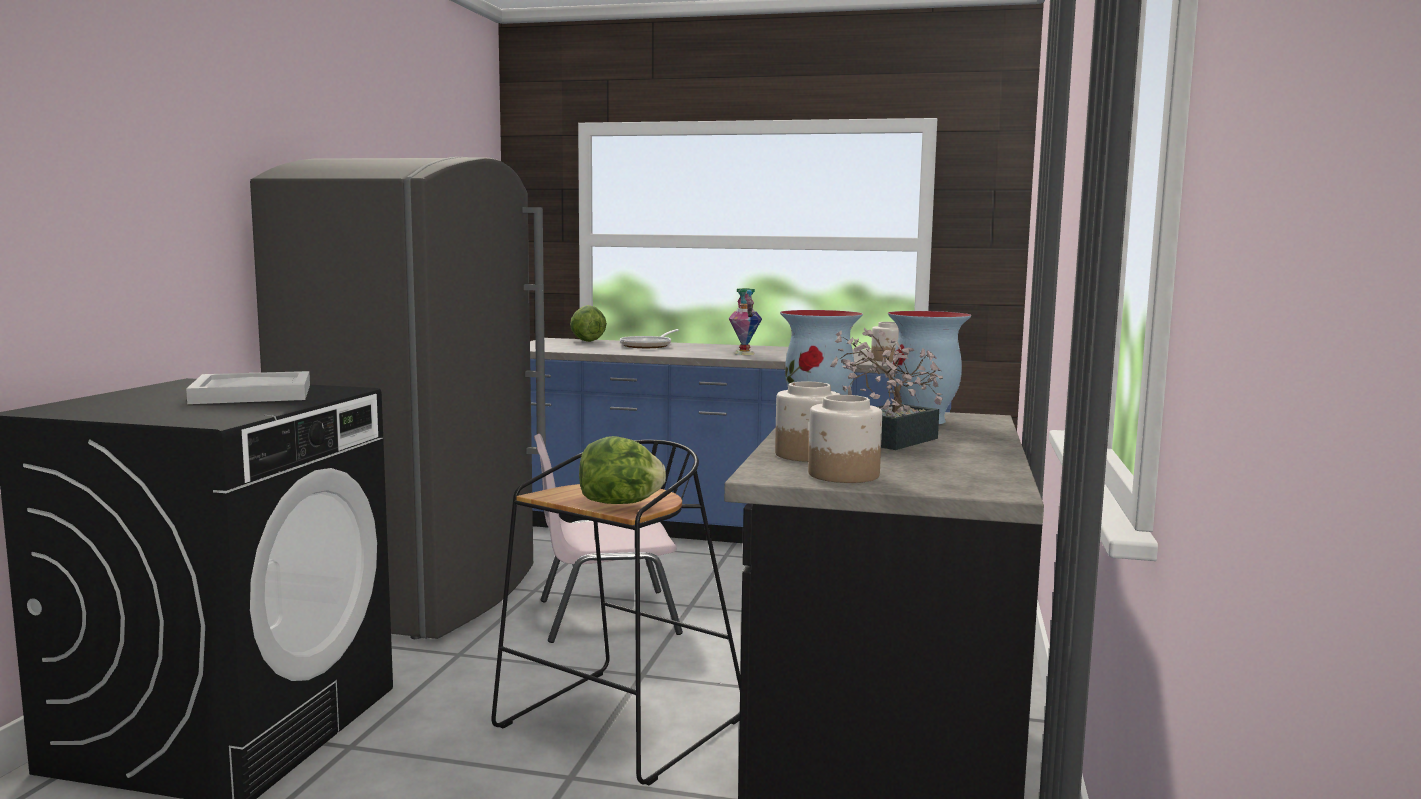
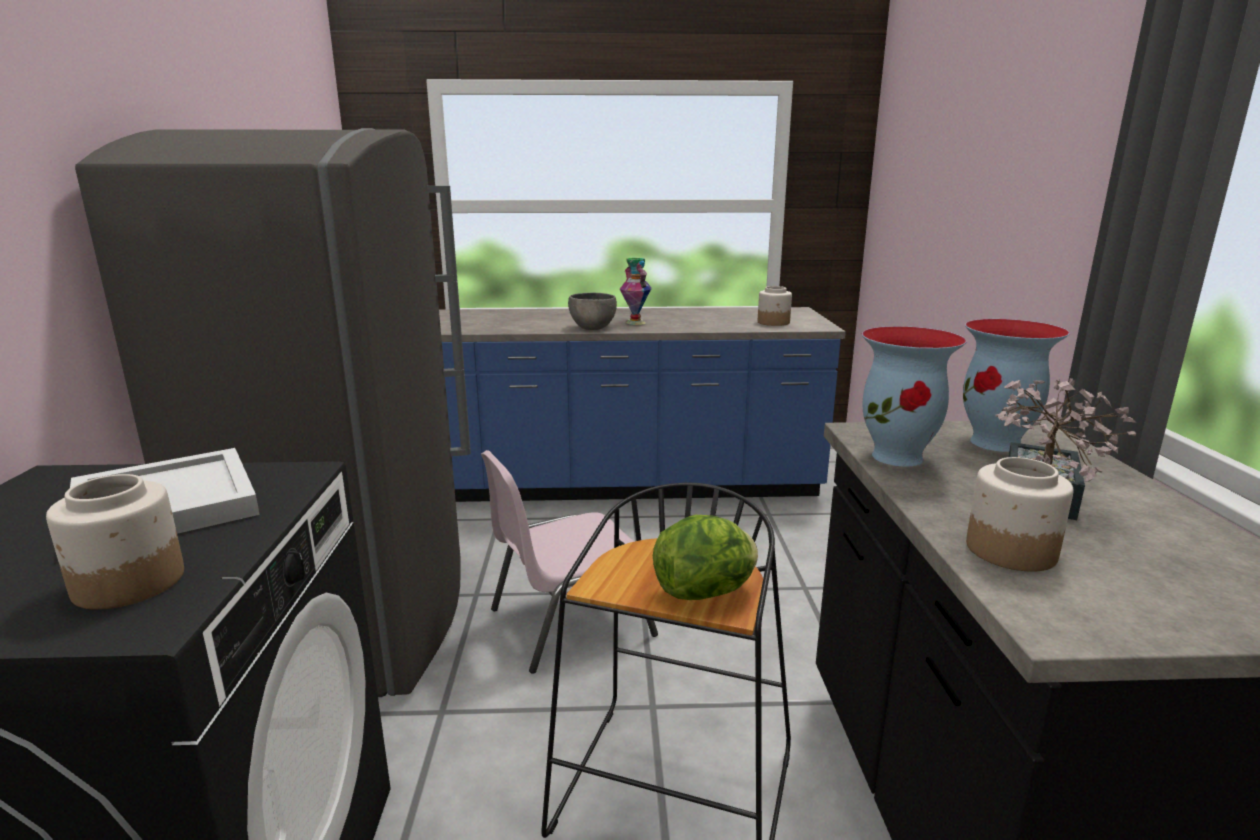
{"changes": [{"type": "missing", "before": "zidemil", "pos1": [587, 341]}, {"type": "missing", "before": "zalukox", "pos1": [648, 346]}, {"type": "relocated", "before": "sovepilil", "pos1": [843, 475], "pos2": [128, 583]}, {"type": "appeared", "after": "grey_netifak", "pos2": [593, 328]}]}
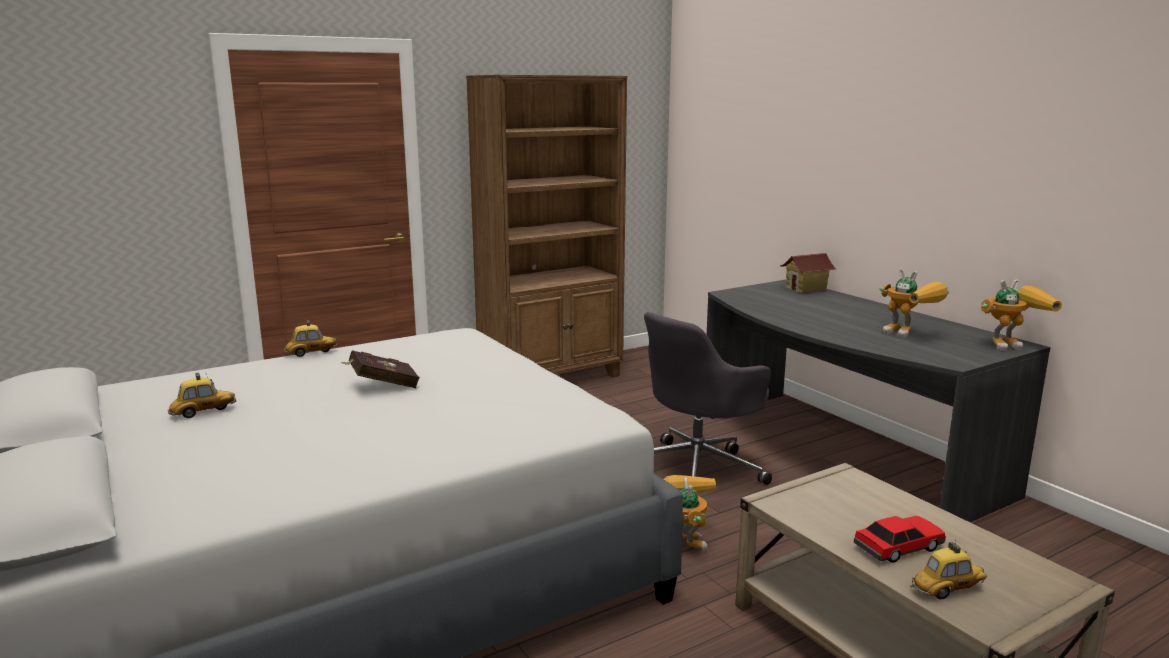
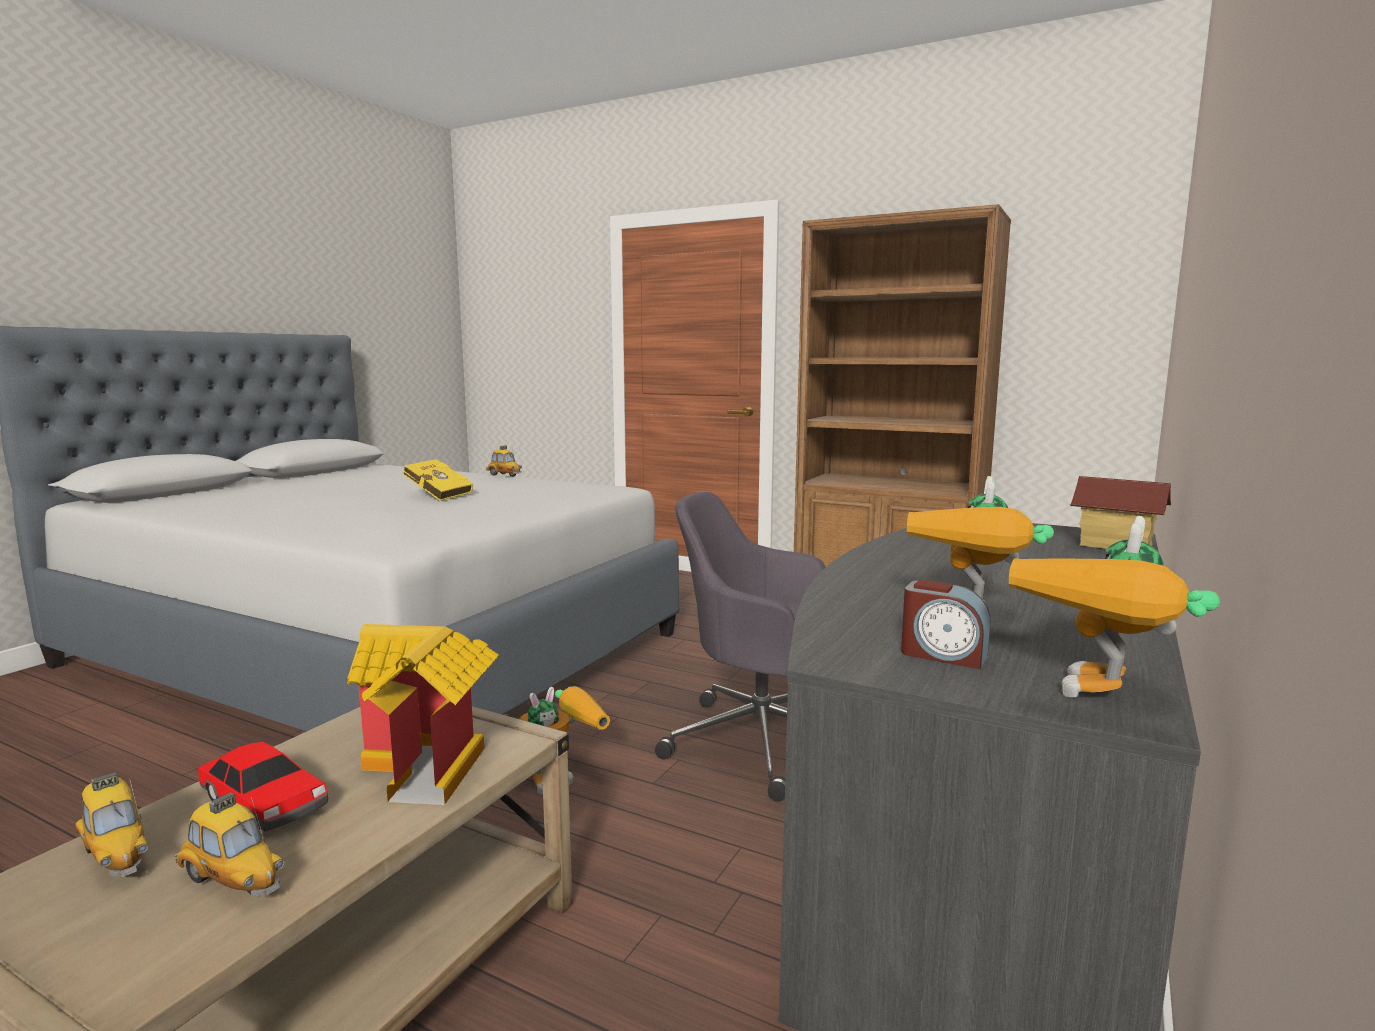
{"changes": [{"type": "spun", "before": "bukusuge", "pos1": [1012, 345], "pos2": [1104, 704], "turn": 75}, {"type": "colour", "before": "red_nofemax", "after": "yellow_nofemax", "pos1": [381, 386], "pos2": [438, 495]}, {"type": "relocated", "before": "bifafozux", "pos1": [203, 412], "pos2": [233, 880]}, {"type": "appeared", "after": "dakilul", "pos2": [943, 654]}, {"type": "appeared", "after": "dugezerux", "pos2": [433, 768]}]}
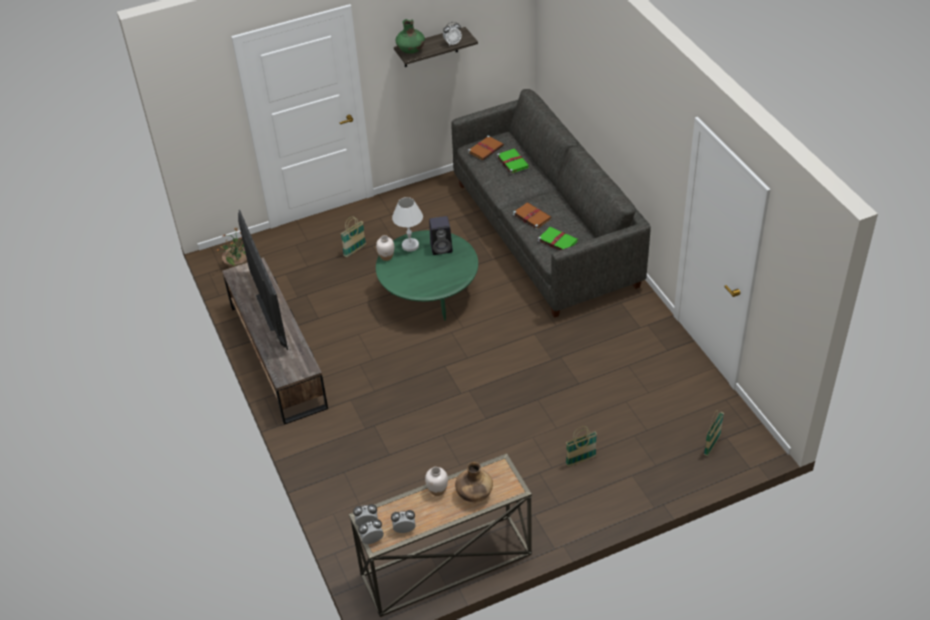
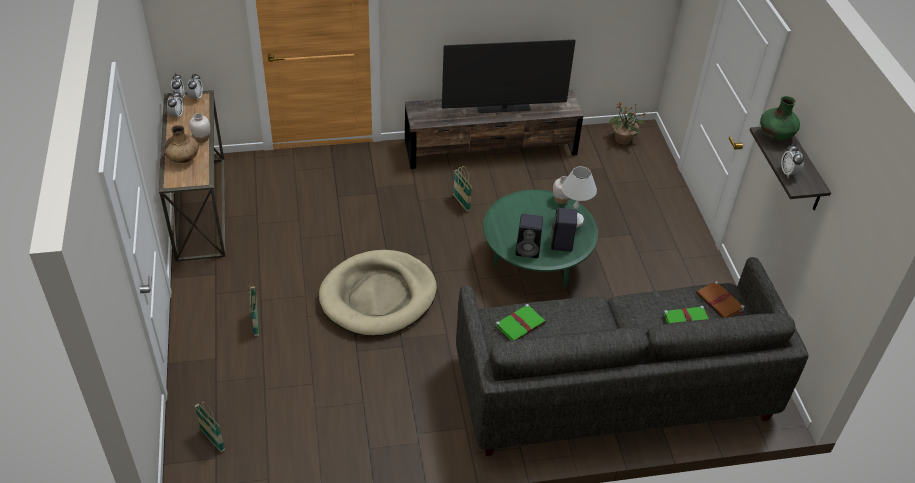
{"changes": [{"type": "missing", "before": "brown_nofemax", "pos1": [531, 216]}, {"type": "relocated", "before": "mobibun", "pos1": [355, 250], "pos2": [461, 203]}, {"type": "appeared", "after": "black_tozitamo", "pos2": [528, 249]}, {"type": "appeared", "after": "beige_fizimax", "pos2": [378, 296]}]}
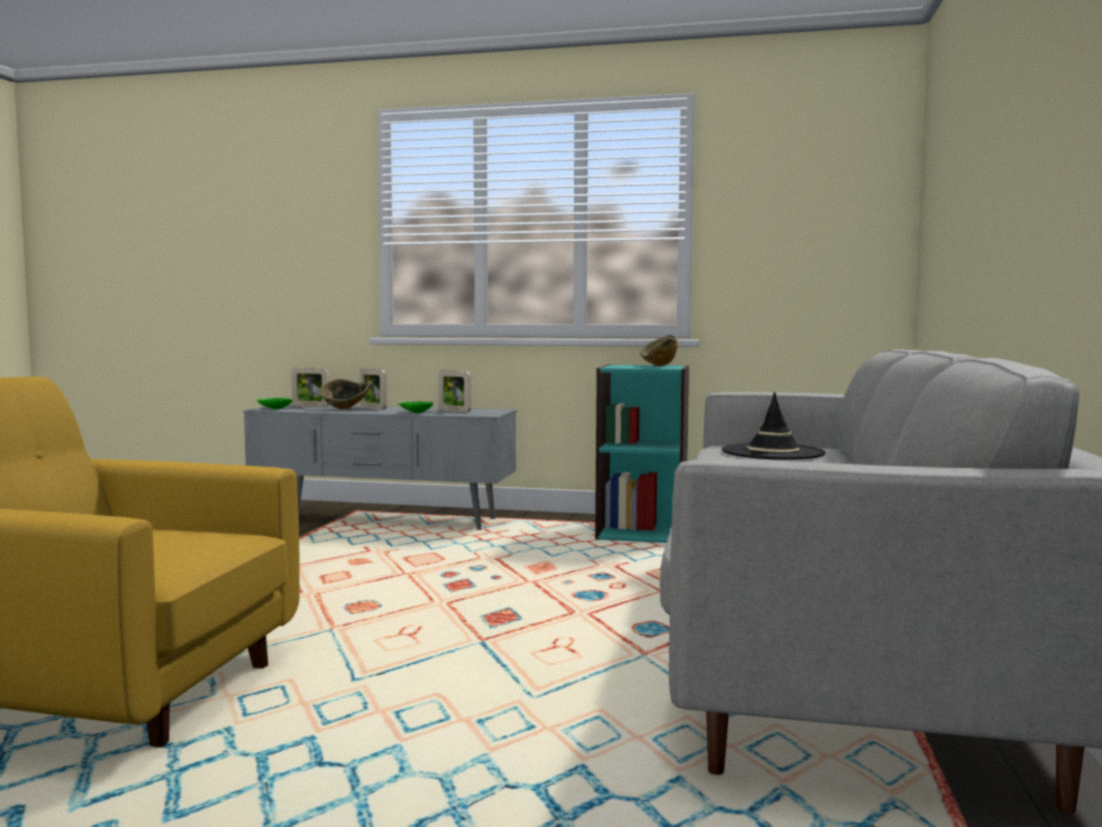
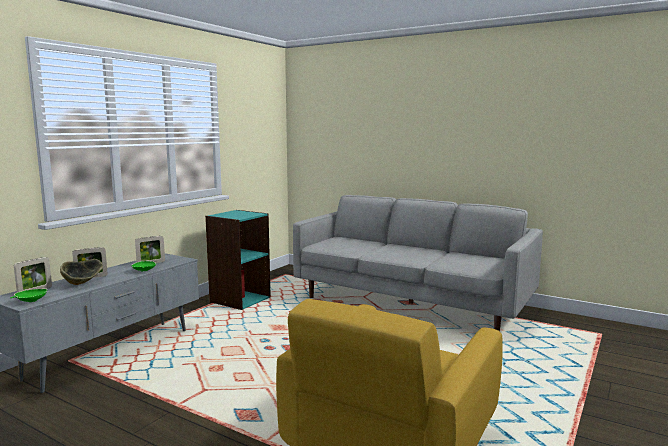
{"changes": [{"type": "missing", "before": "netifak", "pos1": [659, 366]}, {"type": "missing", "before": "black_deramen", "pos1": [773, 453]}]}
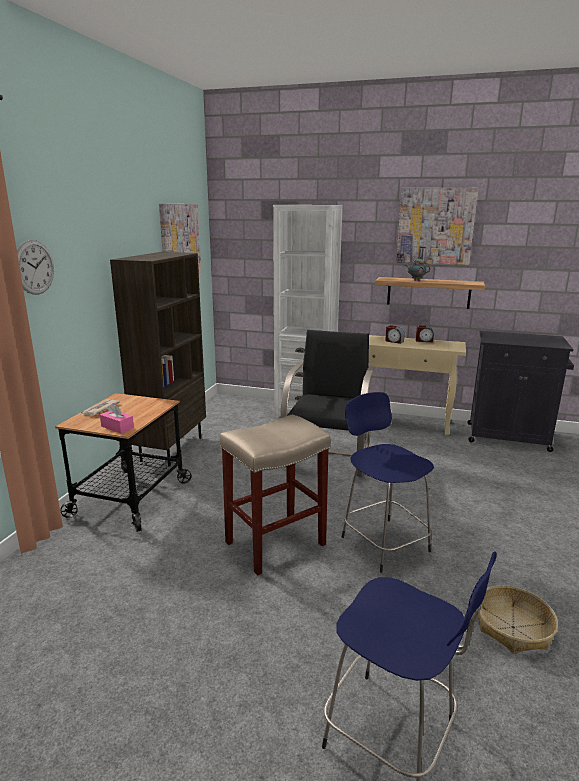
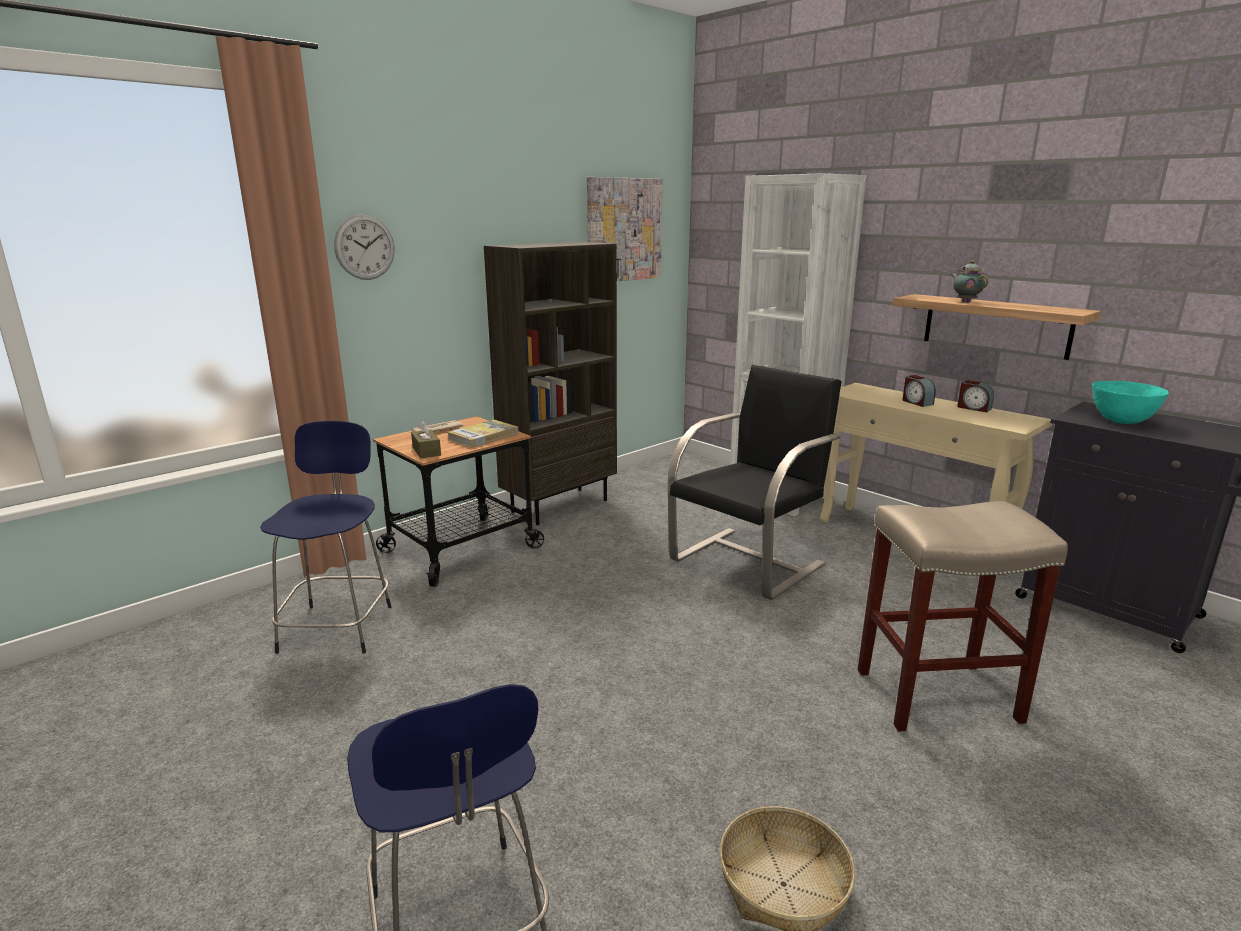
{"changes": [{"type": "missing", "before": "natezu", "pos1": [435, 226]}, {"type": "relocated", "before": "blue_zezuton", "pos1": [383, 542], "pos2": [338, 626]}, {"type": "colour", "before": "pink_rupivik", "after": "brown_rupivik", "pos1": [117, 427], "pos2": [426, 451]}, {"type": "relocated", "before": "beige_zezuton", "pos1": [276, 542], "pos2": [938, 695]}, {"type": "appeared", "after": "turquoise_netifak", "pos2": [1122, 421]}, {"type": "appeared", "after": "nofemax", "pos2": [483, 437]}]}
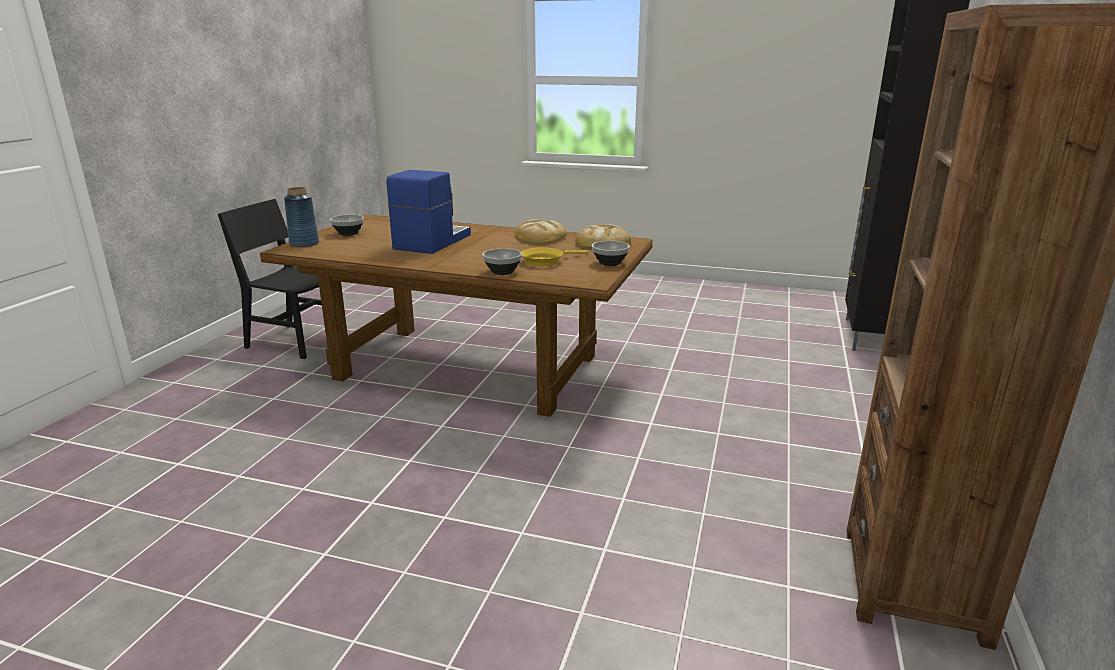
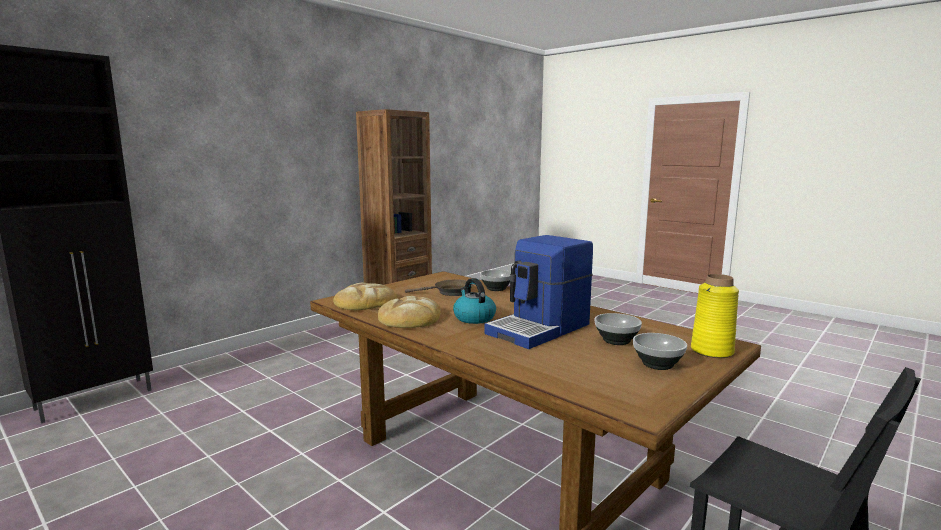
{"changes": [{"type": "colour", "before": "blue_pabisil", "after": "yellow_pabisil", "pos1": [304, 244], "pos2": [712, 351]}, {"type": "relocated", "before": "netifak", "pos1": [609, 263], "pos2": [617, 341]}, {"type": "colour", "before": "yellow_zalukox", "after": "brown_zalukox", "pos1": [545, 261], "pos2": [450, 292]}, {"type": "appeared", "after": "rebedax", "pos2": [473, 318]}]}
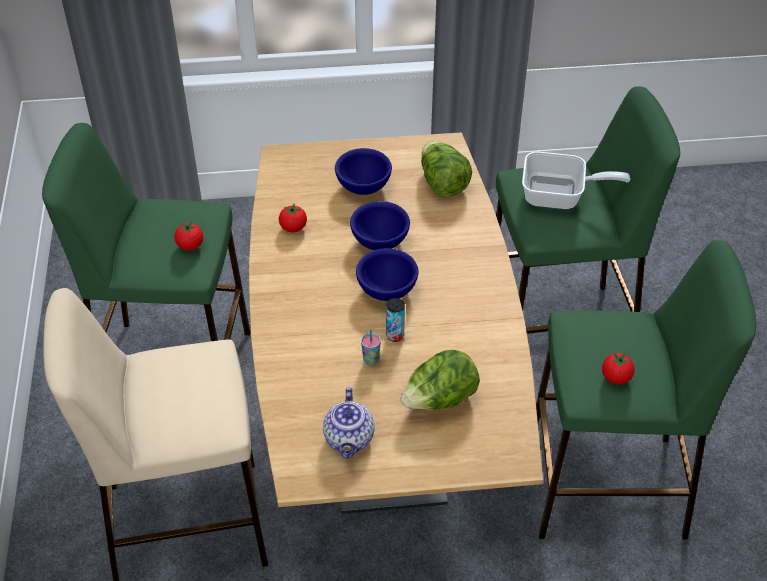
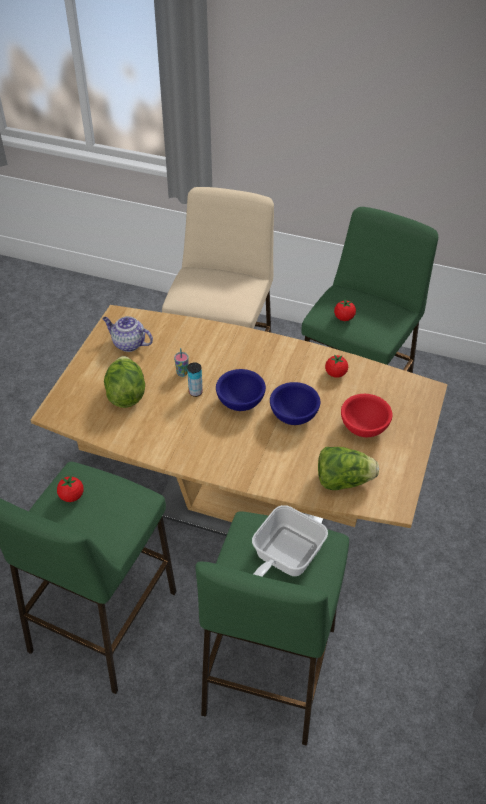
{"changes": [{"type": "colour", "before": "blue_netifak", "after": "red_netifak", "pos1": [363, 186], "pos2": [364, 428]}]}
